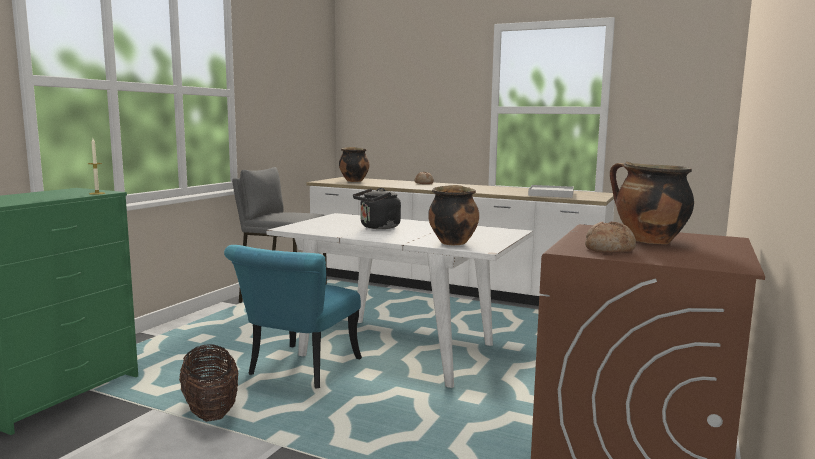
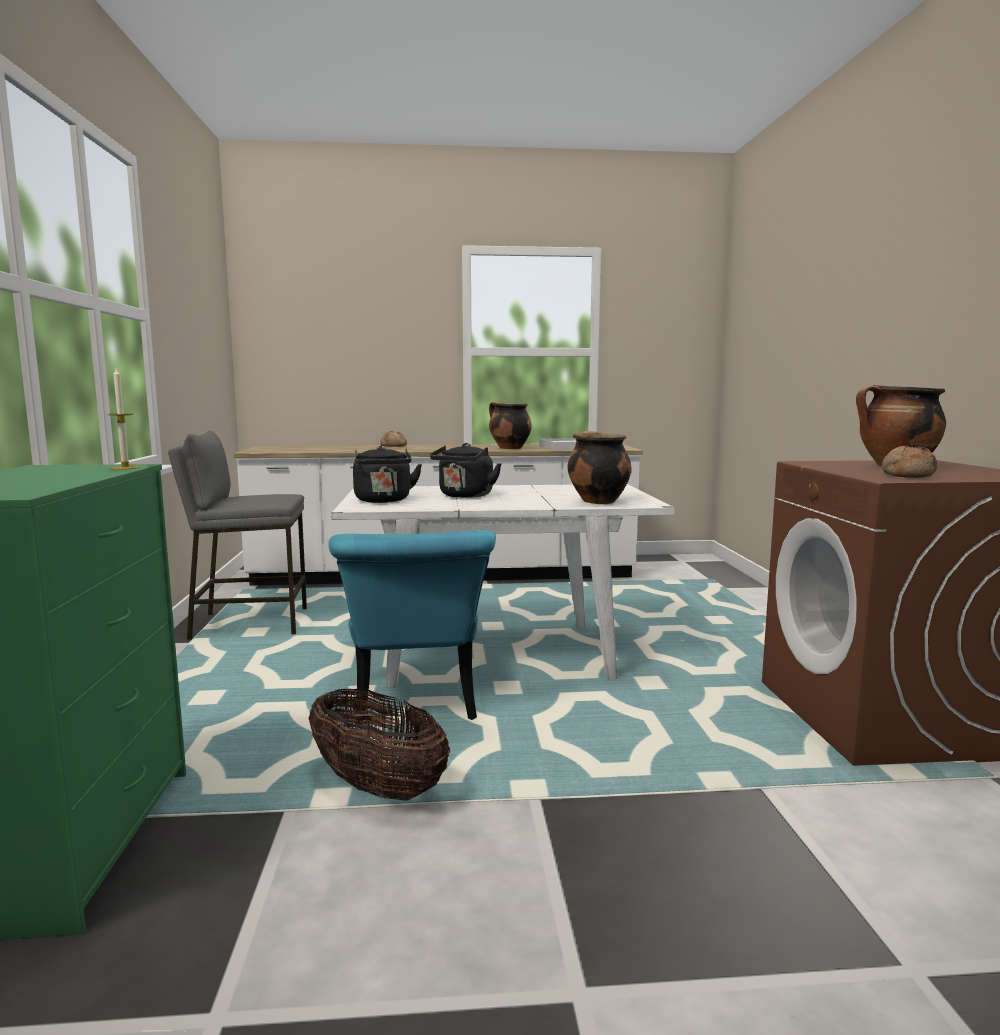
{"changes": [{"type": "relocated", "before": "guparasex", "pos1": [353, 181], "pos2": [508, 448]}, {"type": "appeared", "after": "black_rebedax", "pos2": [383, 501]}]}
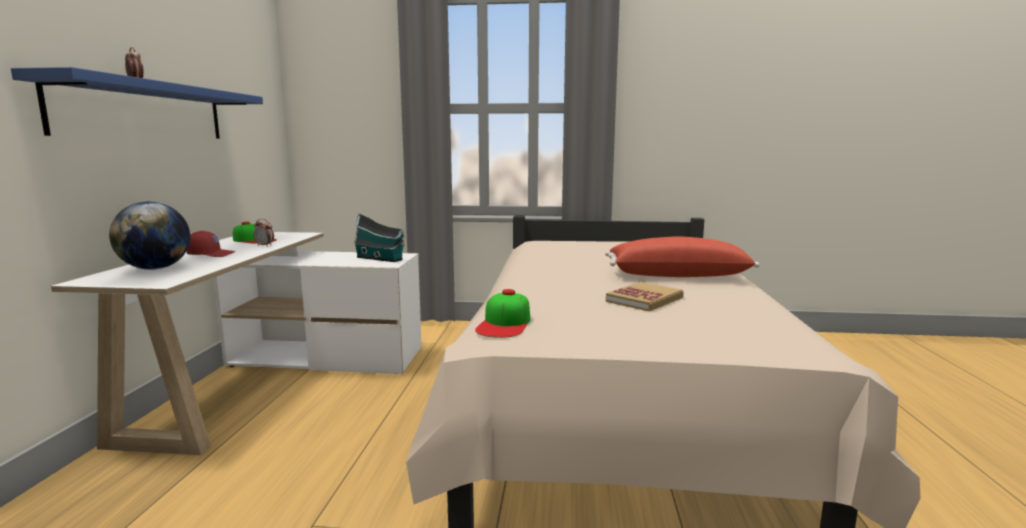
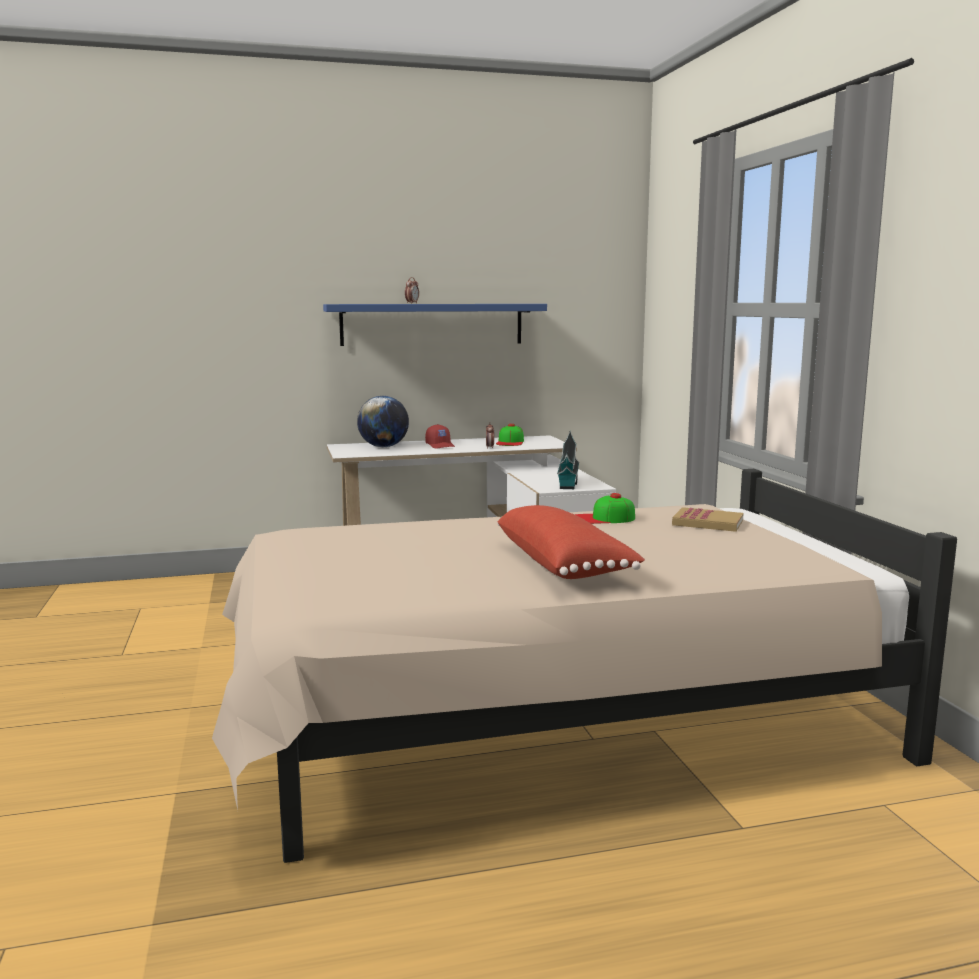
{"changes": [{"type": "relocated", "before": "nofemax", "pos1": [644, 299], "pos2": [707, 523]}, {"type": "relocated", "before": "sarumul", "pos1": [504, 324], "pos2": [601, 518]}]}
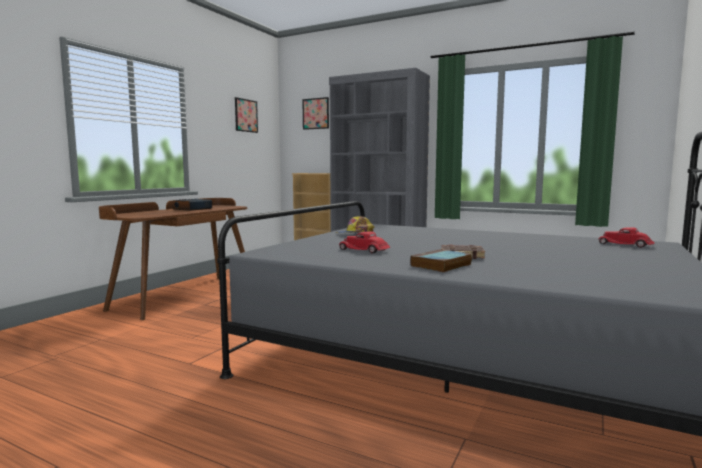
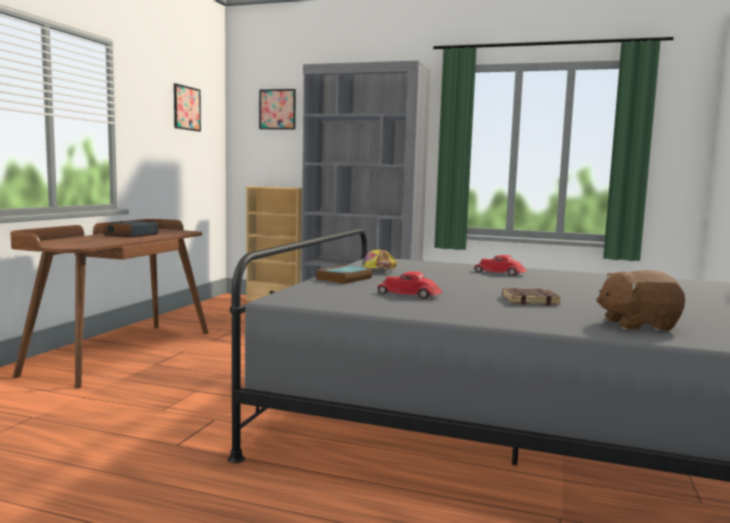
{"changes": [{"type": "relocated", "before": "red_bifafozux", "pos1": [625, 245], "pos2": [500, 273]}, {"type": "relocated", "before": "nofemax", "pos1": [441, 265], "pos2": [344, 279]}, {"type": "appeared", "after": "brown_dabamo", "pos2": [637, 325]}]}
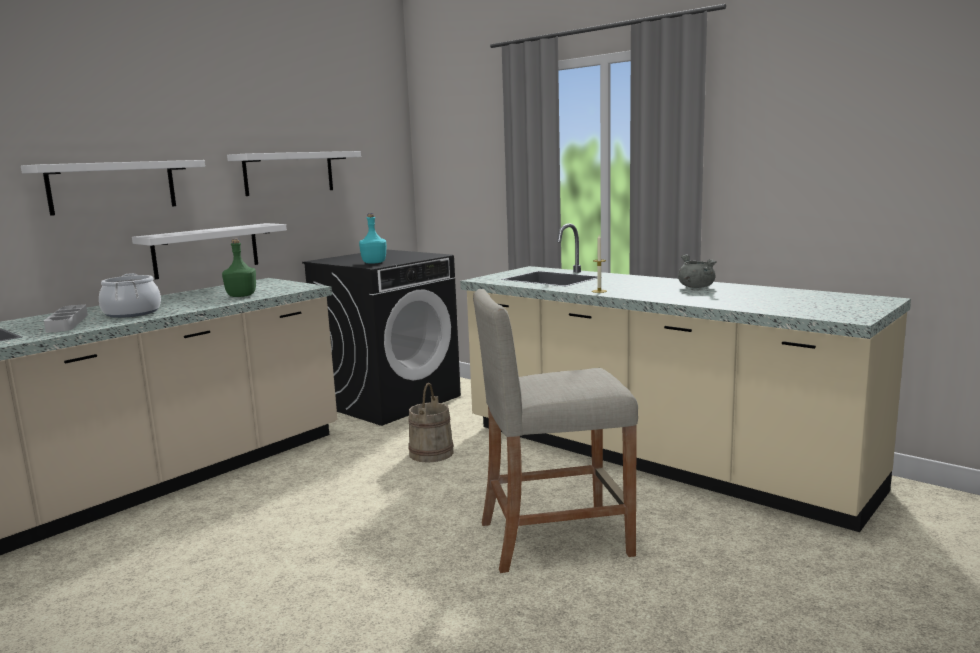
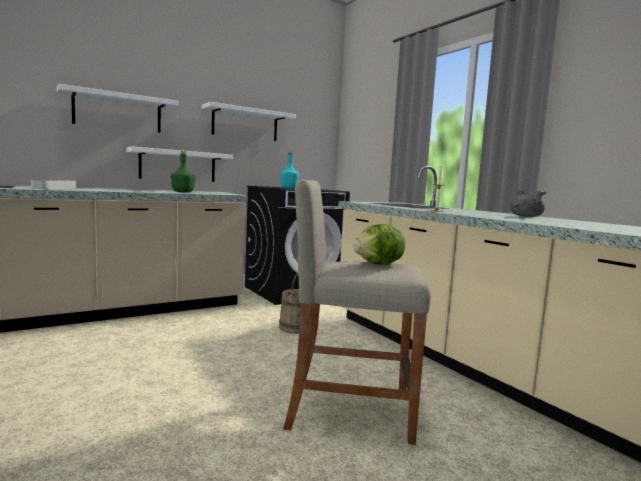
{"changes": [{"type": "missing", "before": "guparasex", "pos1": [132, 313]}, {"type": "appeared", "after": "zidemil", "pos2": [379, 265]}]}
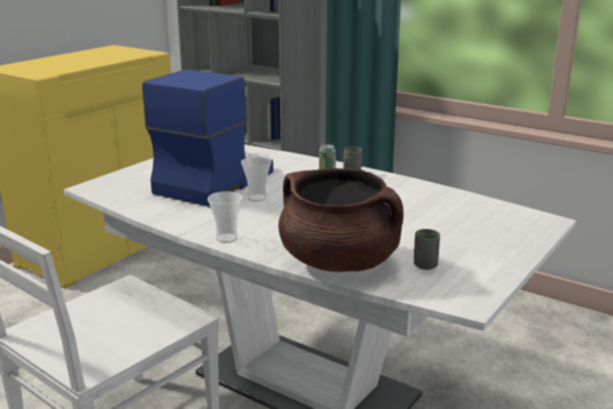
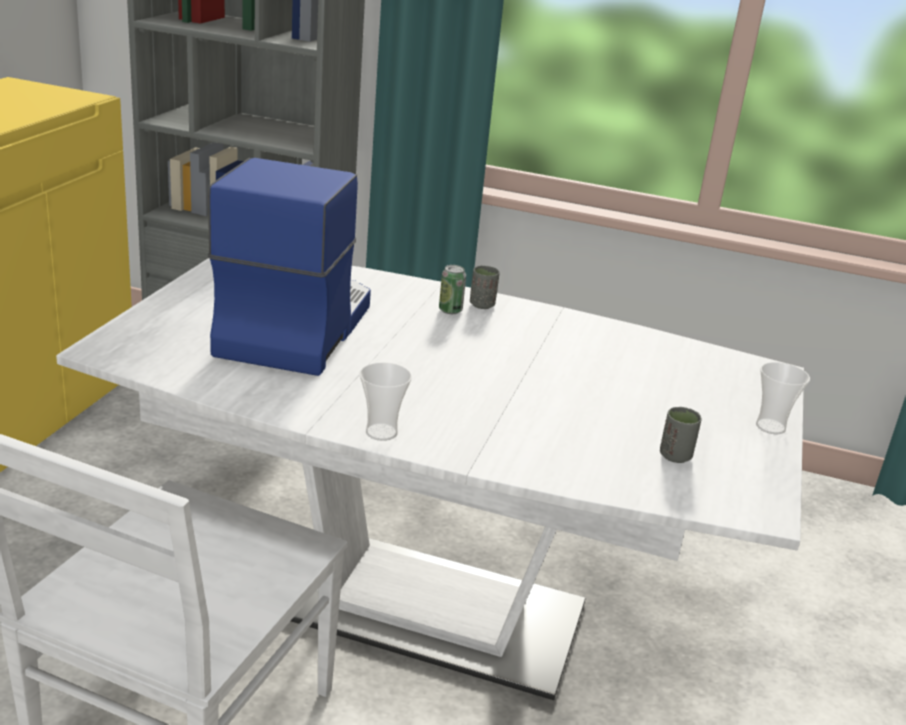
{"changes": [{"type": "relocated", "before": "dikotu", "pos1": [257, 198], "pos2": [770, 427]}, {"type": "missing", "before": "brown_guparasex", "pos1": [339, 262]}]}
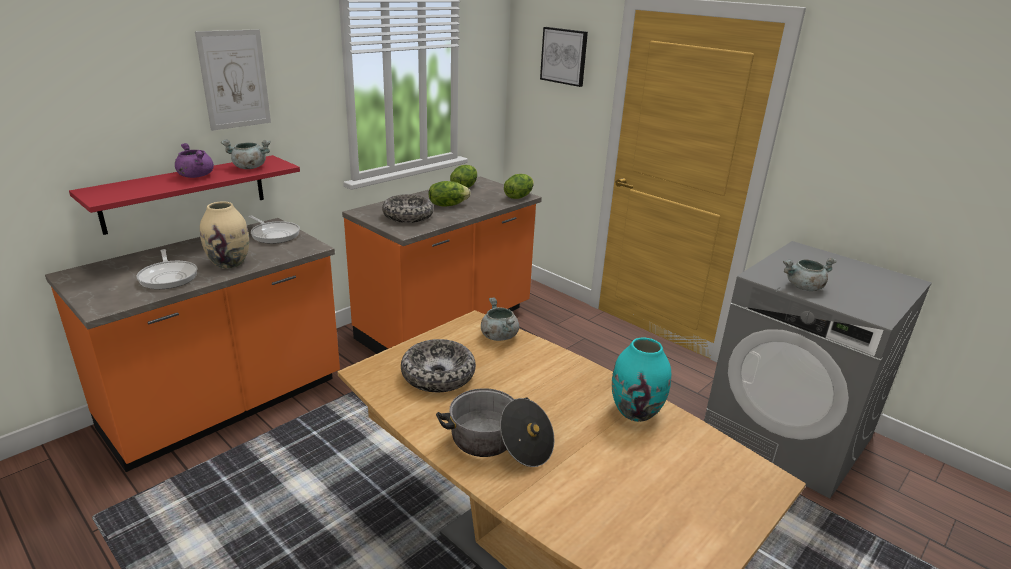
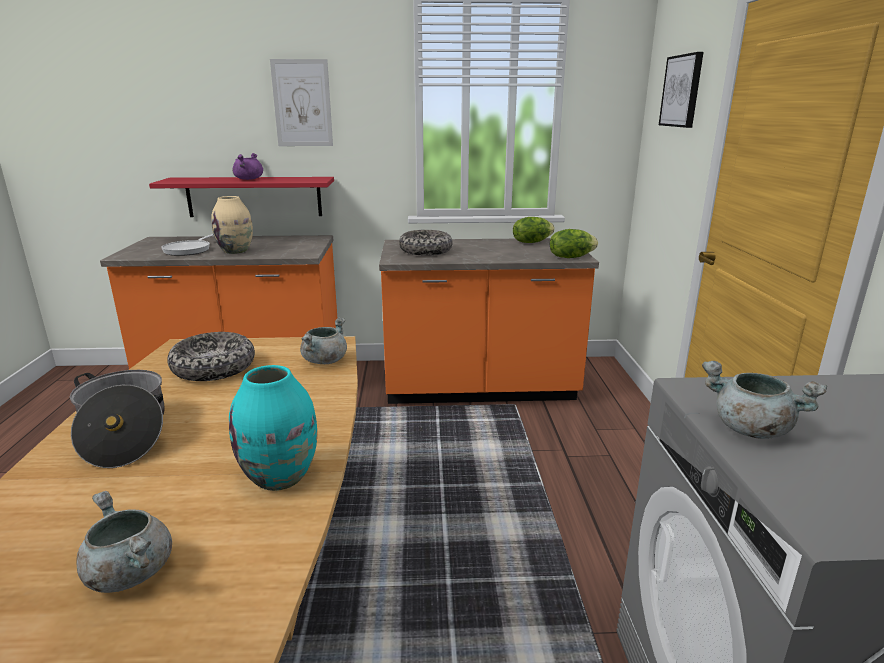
{"changes": [{"type": "relocated", "before": "grey_guparasex", "pos1": [249, 167], "pos2": [129, 572]}, {"type": "missing", "before": "zidemil", "pos1": [447, 205]}, {"type": "missing", "before": "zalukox", "pos1": [274, 234]}]}
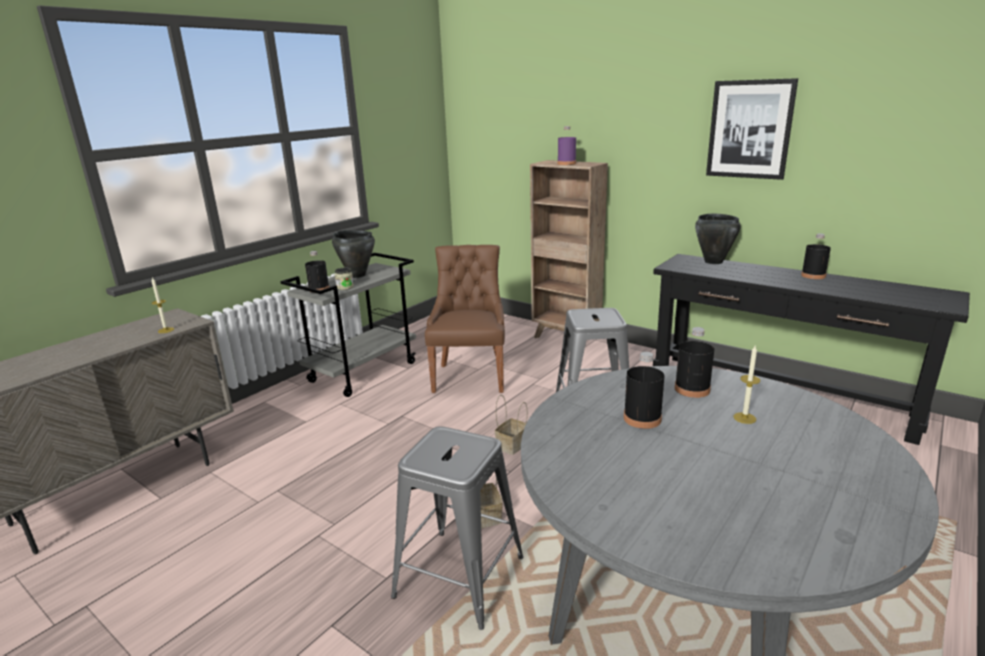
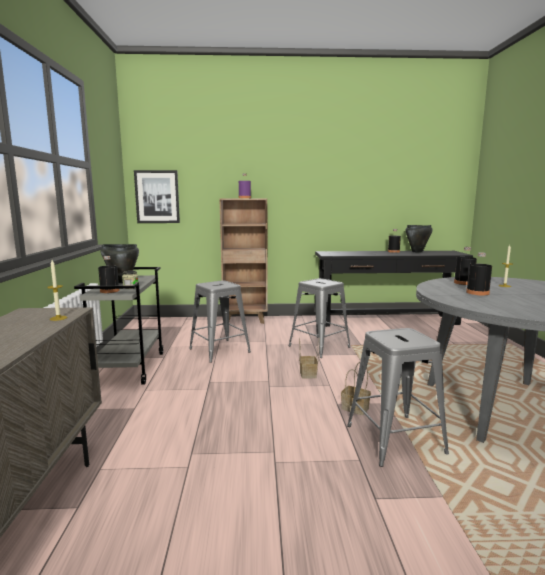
{"changes": [{"type": "relocated", "before": "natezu", "pos1": [750, 129], "pos2": [157, 197]}, {"type": "relocated", "before": "black_guparasex", "pos1": [713, 262], "pos2": [417, 252]}, {"type": "exchanged", "before": "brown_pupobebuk", "after": "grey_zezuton", "pos1": [470, 376], "pos2": [219, 350]}]}
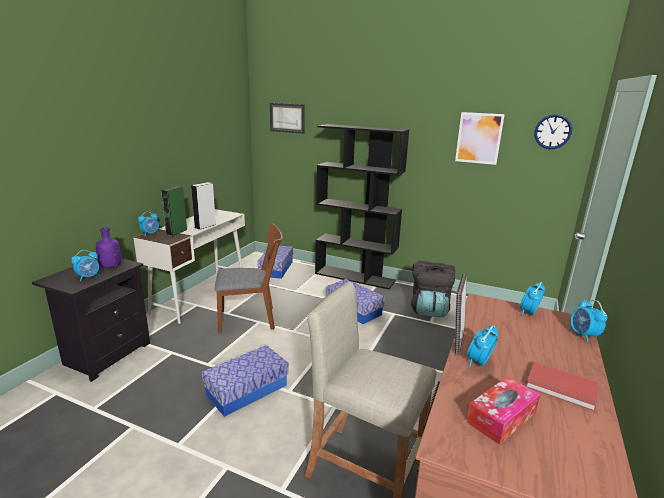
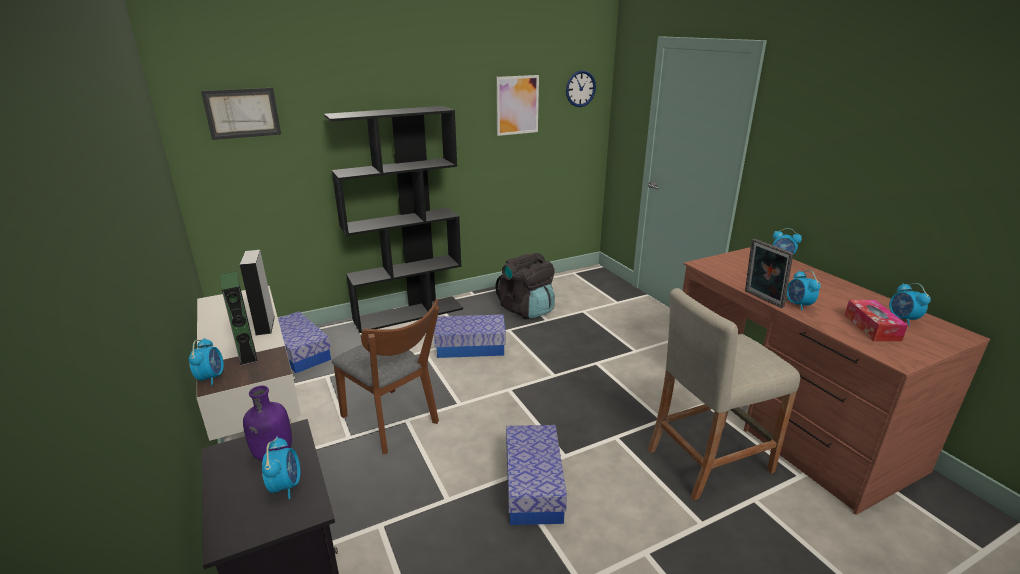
{"changes": [{"type": "spun", "before": "brown_pupobebuk", "pos1": [252, 319], "pos2": [393, 423], "turn": 105}, {"type": "relocated", "before": "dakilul", "pos1": [529, 313], "pos2": [902, 319]}, {"type": "missing", "before": "red_nofemax", "pos1": [561, 388]}]}
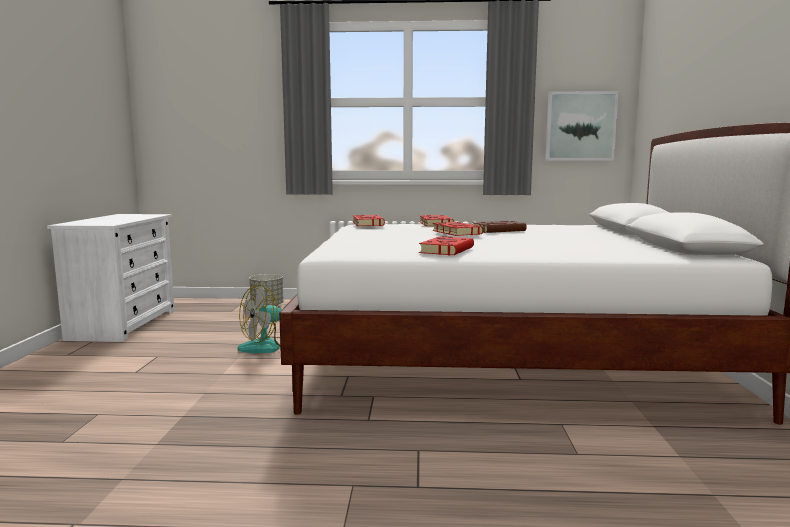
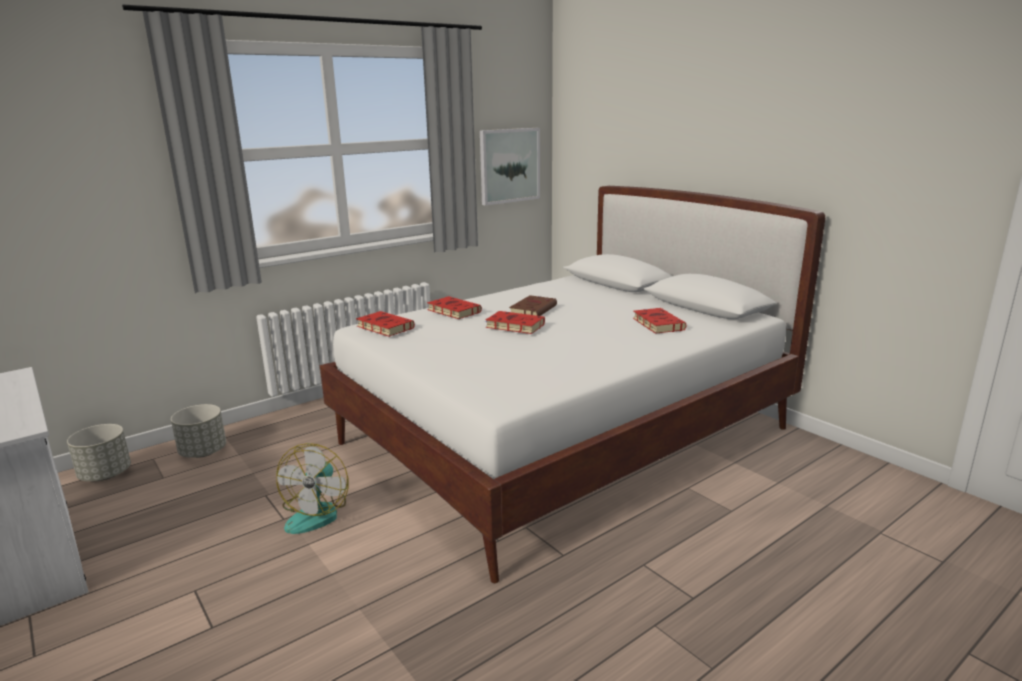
{"changes": [{"type": "relocated", "before": "red_nofemax", "pos1": [447, 250], "pos2": [657, 324]}, {"type": "appeared", "after": "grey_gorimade", "pos2": [105, 474]}]}
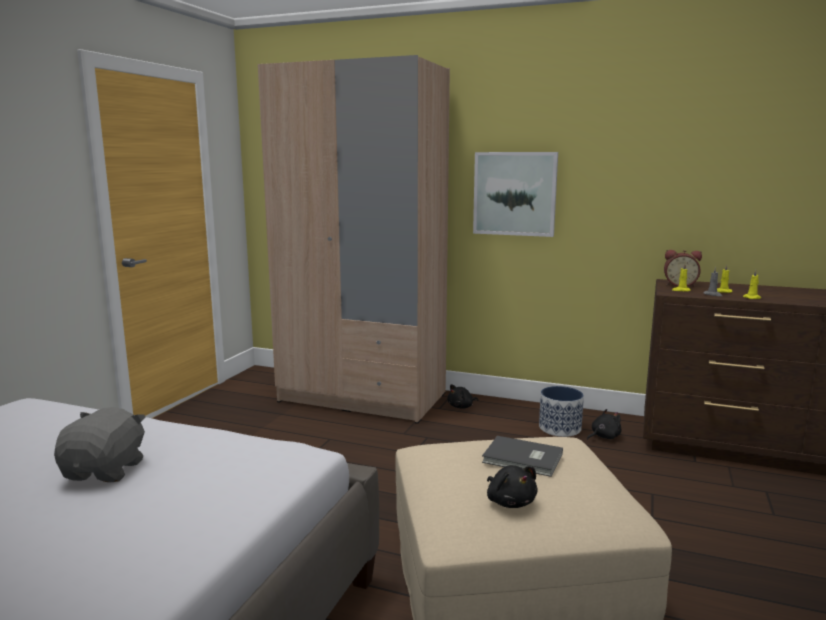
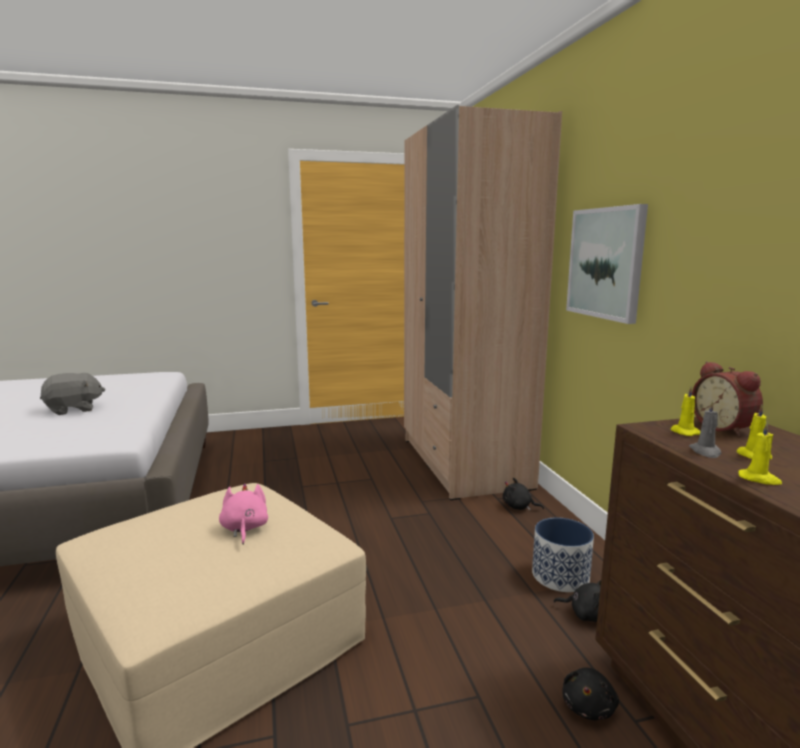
{"changes": [{"type": "exchanged", "before": "grey_nofemax", "after": "pink_dabamo", "pos1": [523, 459], "pos2": [244, 528]}, {"type": "relocated", "before": "black_dabamo", "pos1": [510, 502], "pos2": [589, 706]}]}
